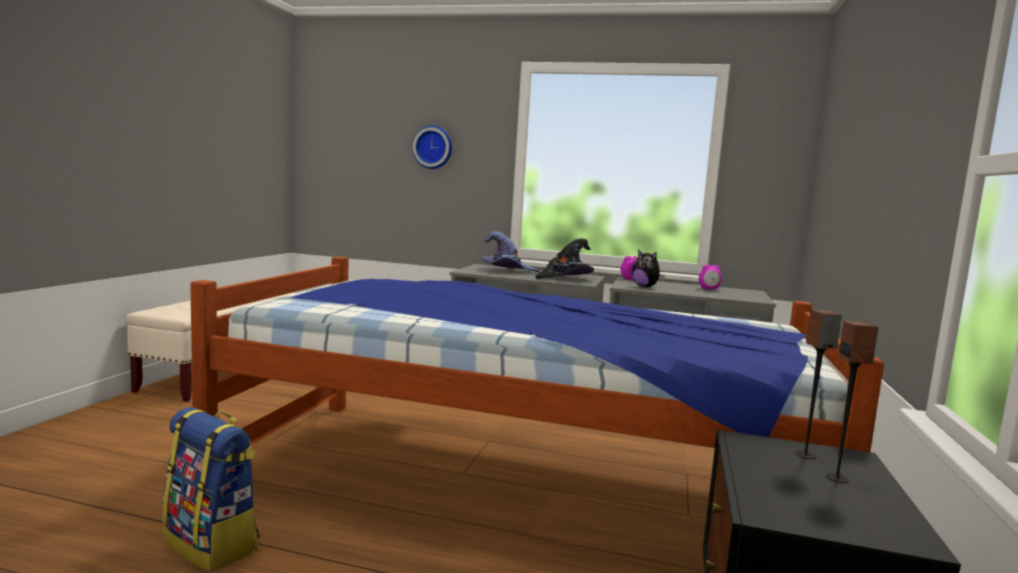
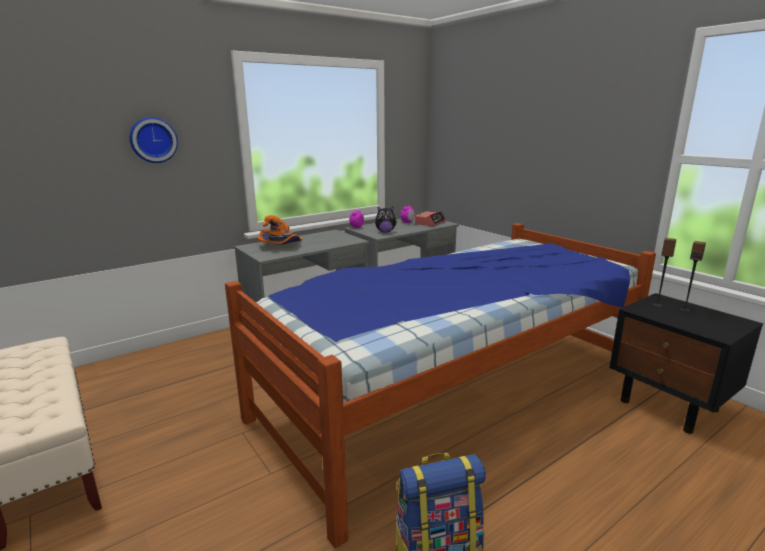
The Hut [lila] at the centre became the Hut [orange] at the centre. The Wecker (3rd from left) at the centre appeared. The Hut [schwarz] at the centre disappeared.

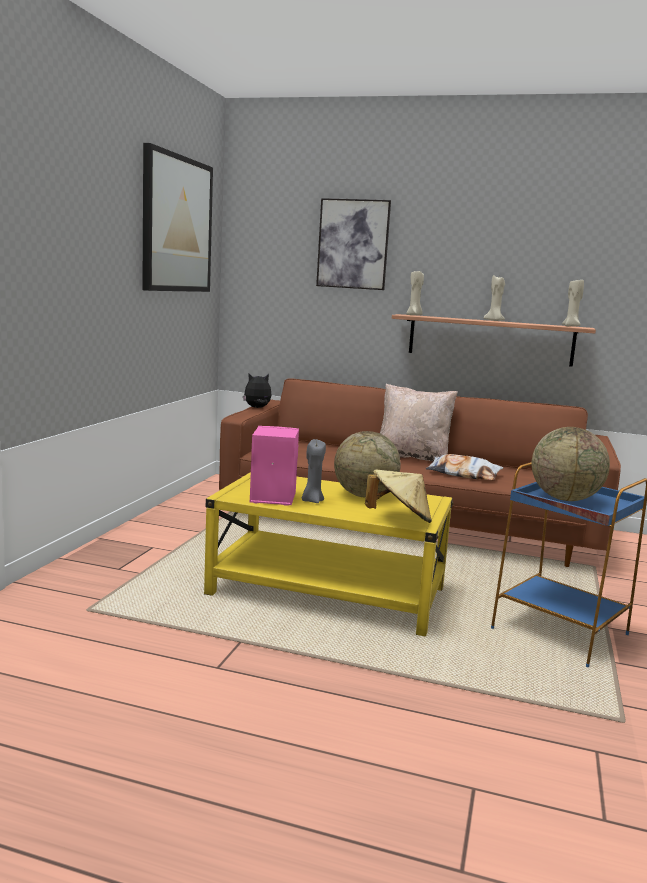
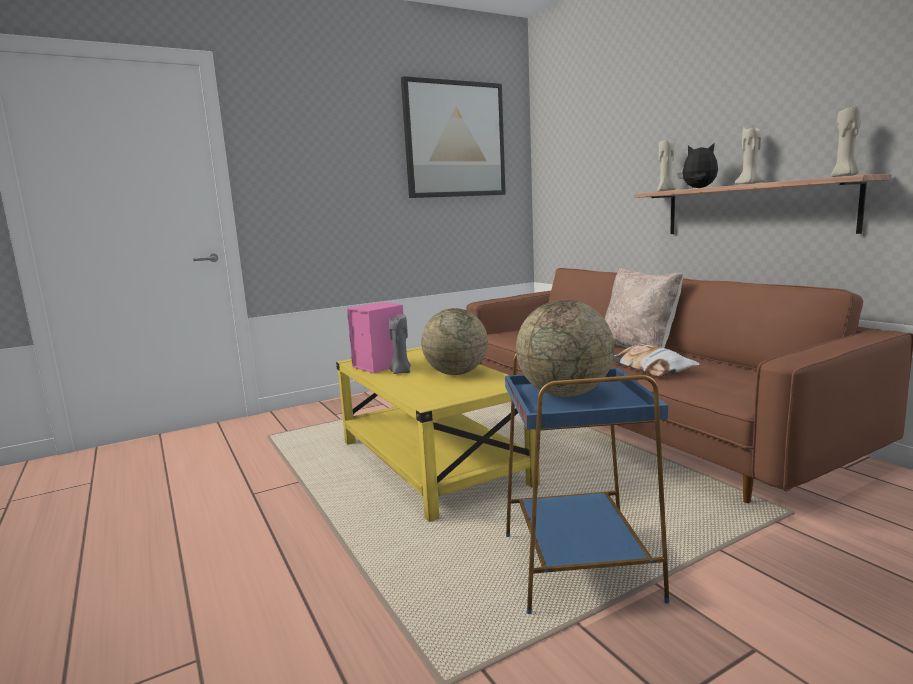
The Plüschtier moved from the centre to the top right. The Bild (2nd from left) at the top centre disappeared. The Hut [beige] at the centre disappeared.

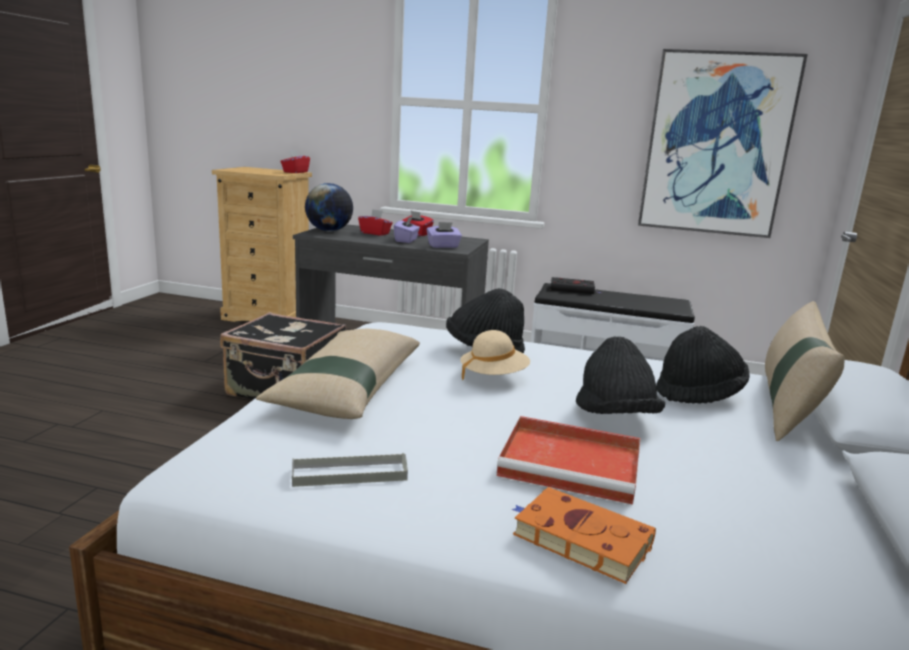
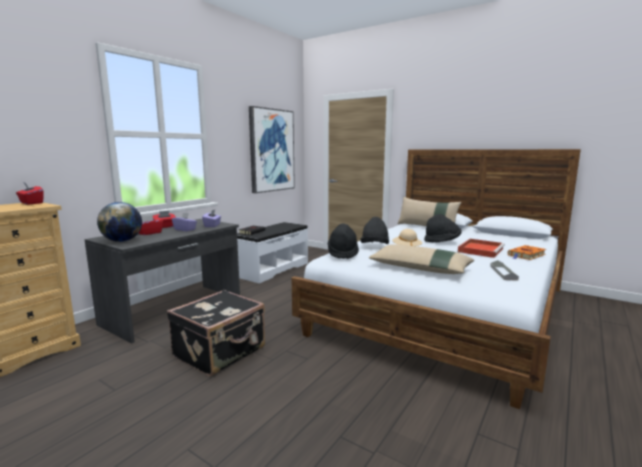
The Hut [schwarz] (3rd from left in the first image) moved from the middle right to the centre.

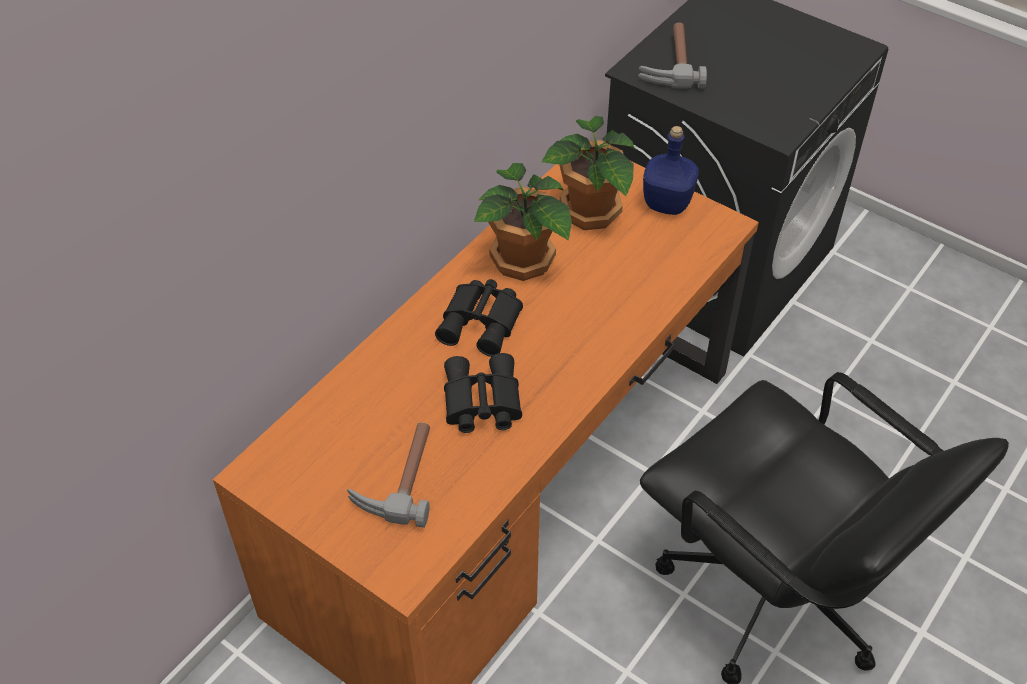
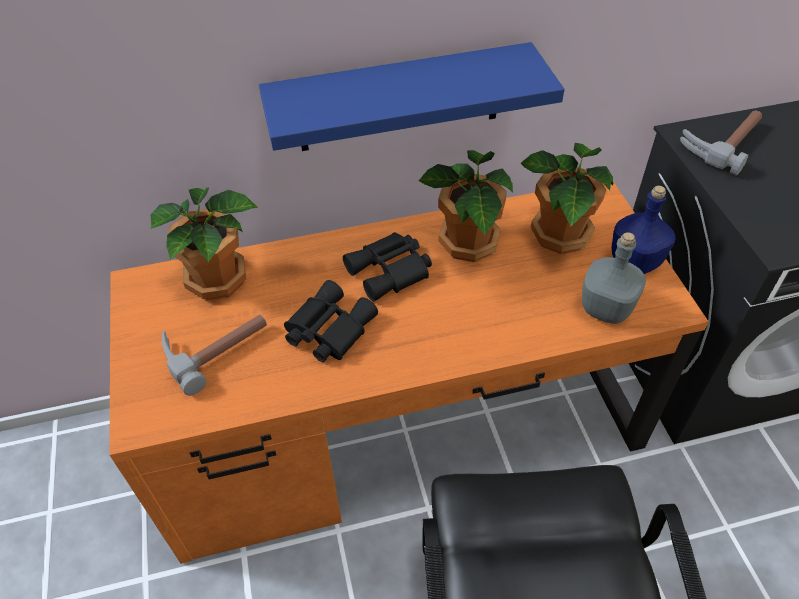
The Topfpflanze (1st from left) at the middle left appeared. The Wandregal [blau] at the top centre appeared. The Flasche [grau] at the middle right appeared.

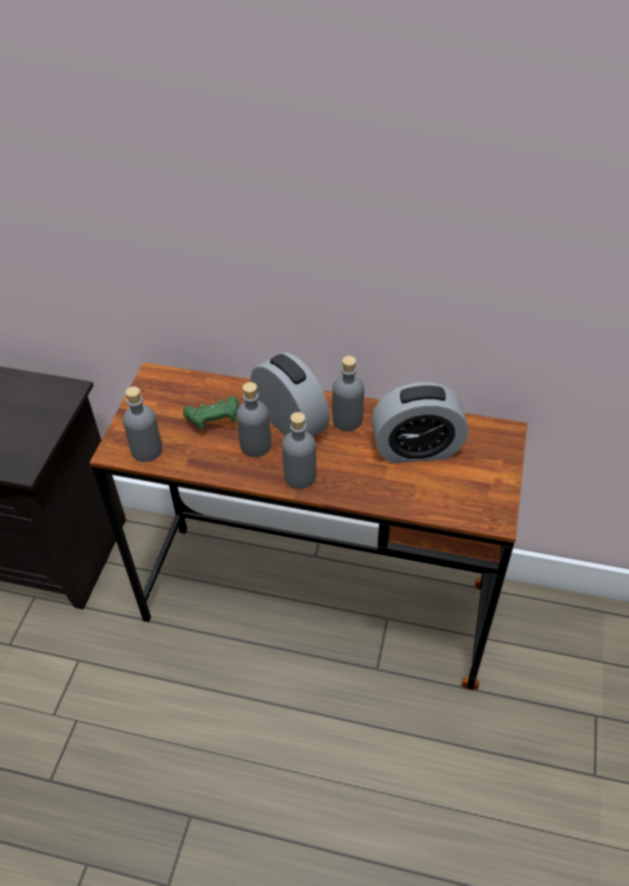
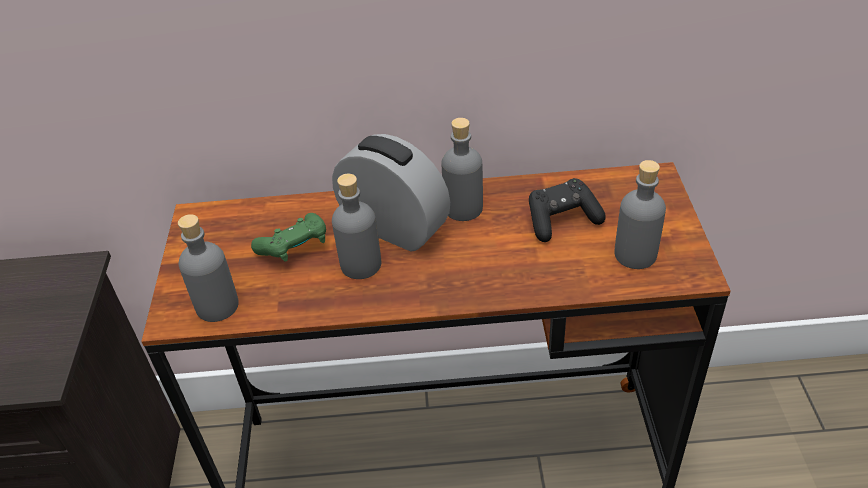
The Wecker (2nd from left) at the middle right was replaced by the Gamepad [schwarz] at the centre. The Flasche [grau] (3rd from left in the first image) moved from the centre to the middle right.

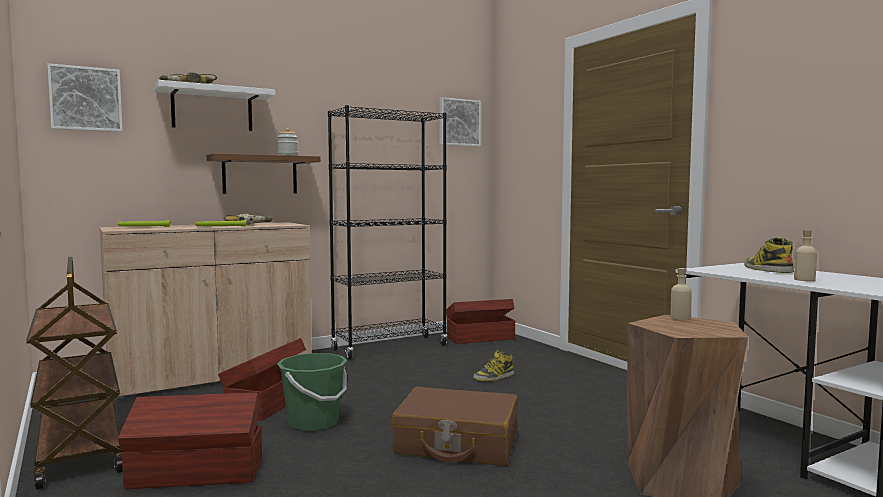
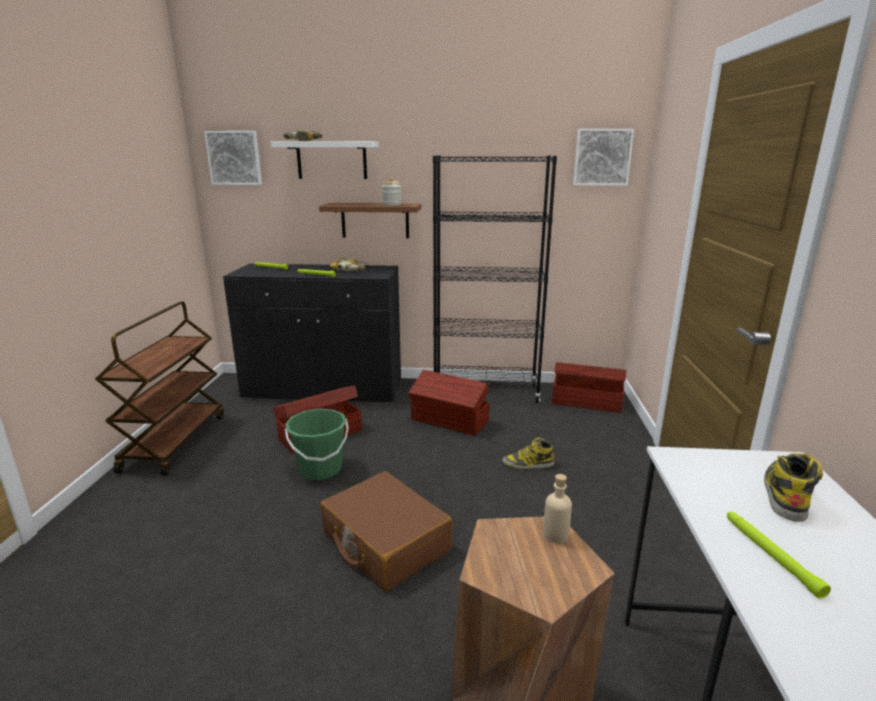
The Schrank [beige] at the middle left became the Schrank [schwarz] at the centre. The Aufbewahrungsbox [braun] (1st from left in the first image) moved from the bottom left to the centre. The Flasche [beige] (2nd from left) at the middle right was replaced by the Taschenlampe [grün] (3rd from left) at the bottom right.

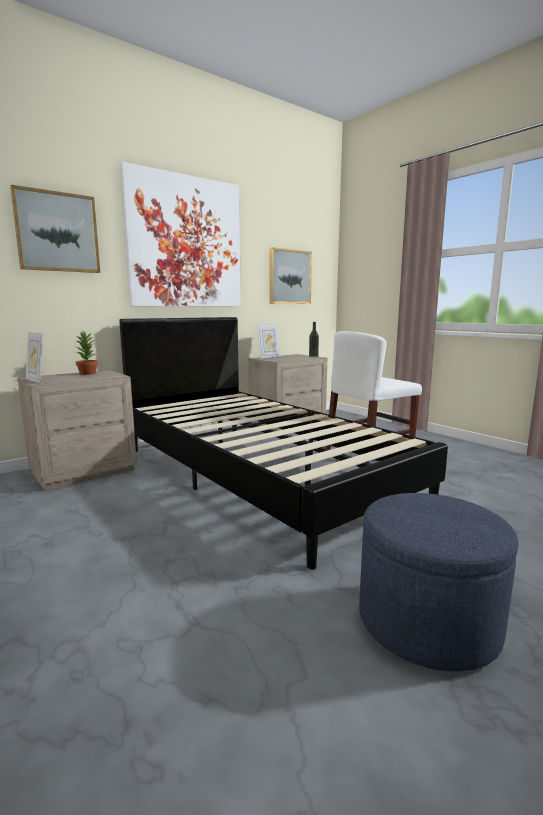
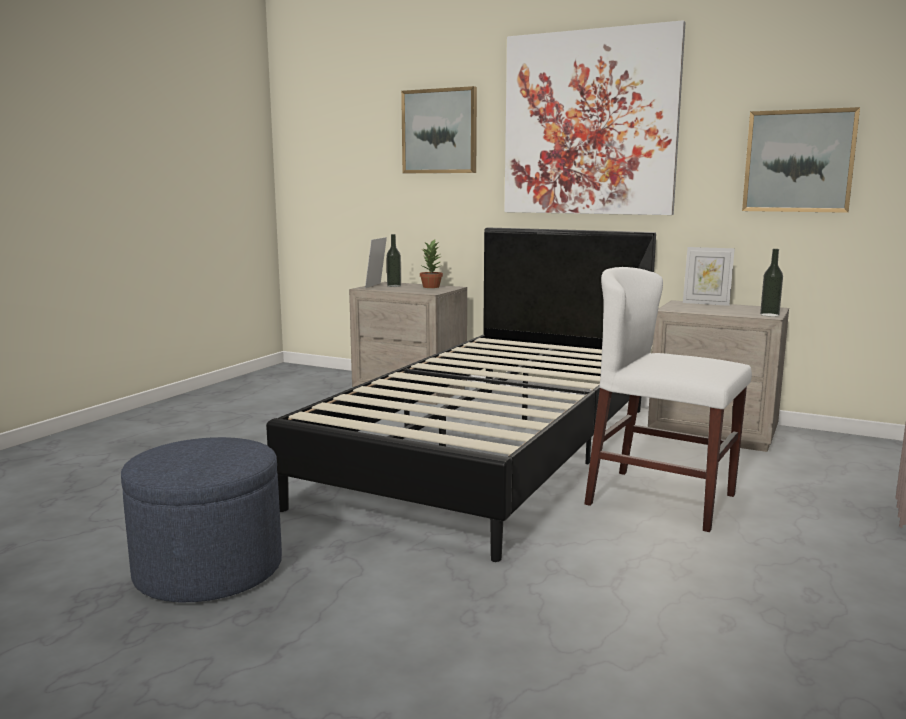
The Flasche (1st from left) at the centre appeared.

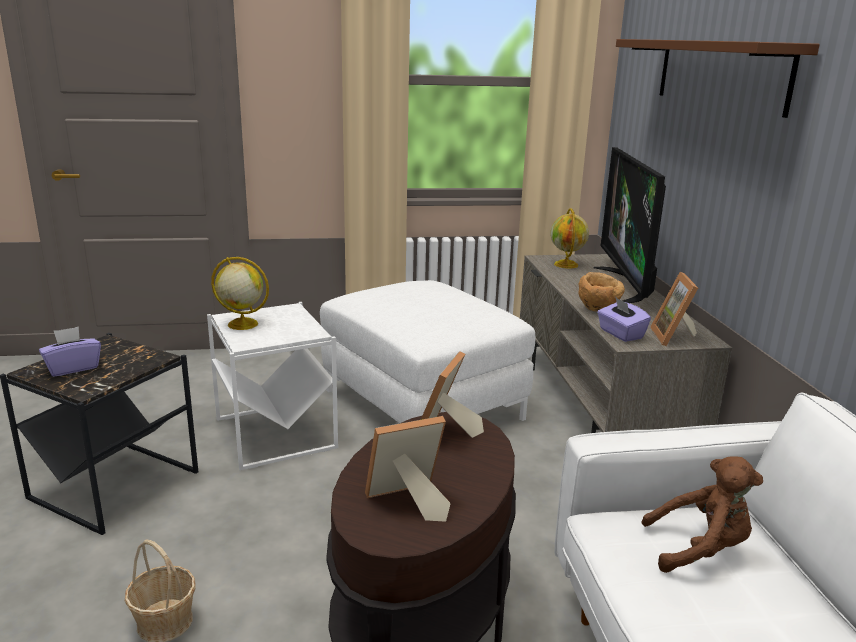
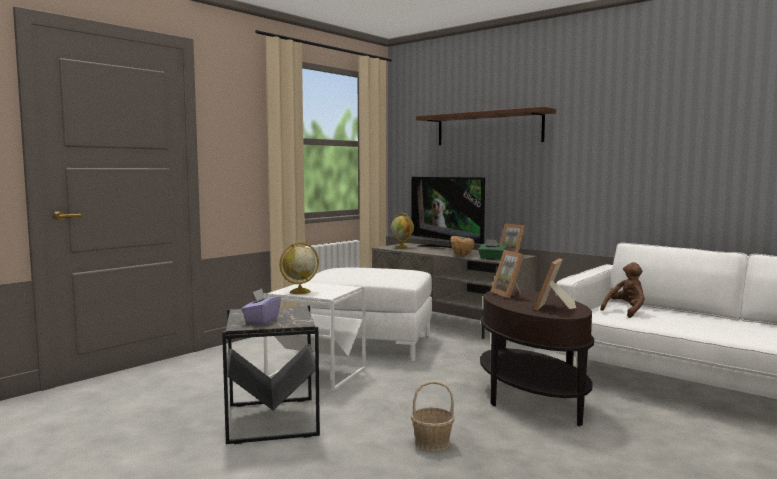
The Taschentuchbox [lila] (2nd from left) at the middle right became the Taschentuchbox [grün] at the centre.

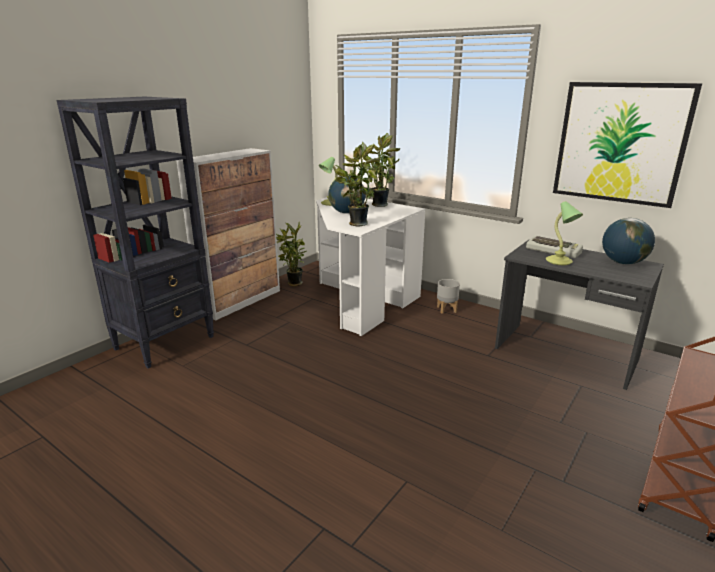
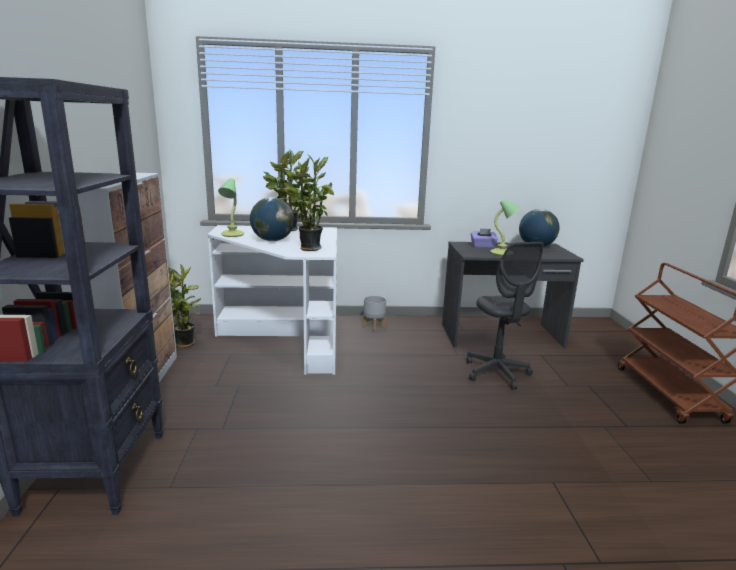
The Bürostuhl [grau] at the middle right appeared. The Tastatur at the middle right was replaced by the Taschentuchbox [lila] at the centre. The Bild at the top right disappeared.

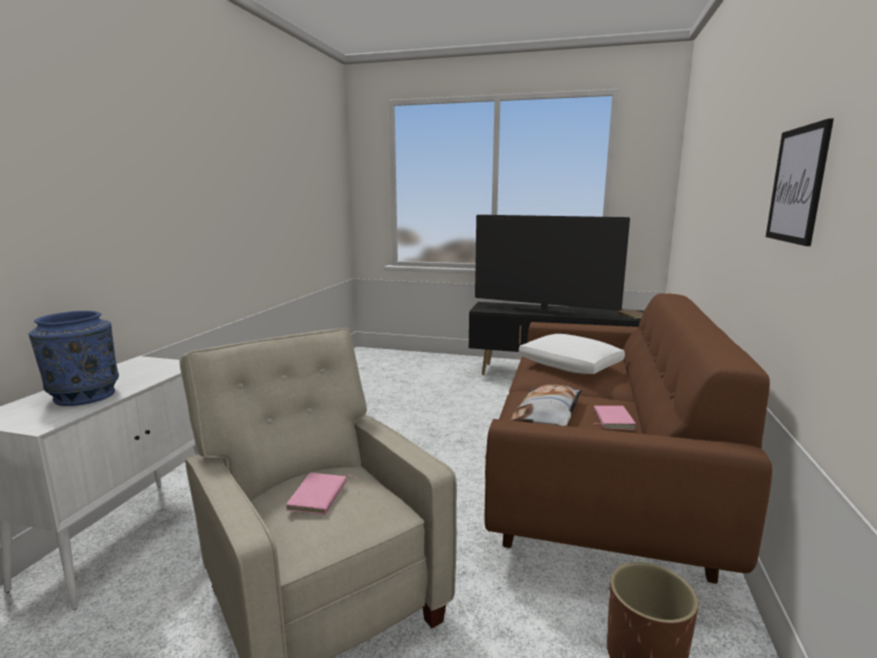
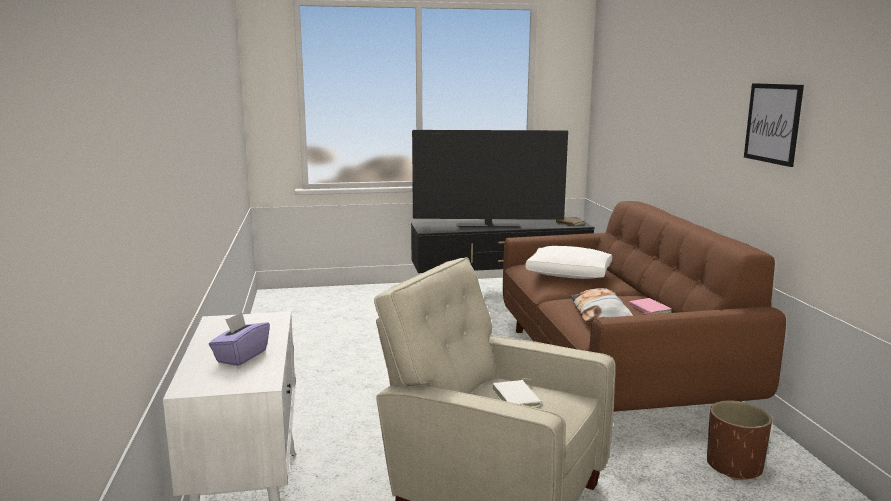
The Vase [blau] at the middle left was replaced by the Taschentuchbox [lila] at the bottom left. The Buch [rosa] (1st from left) at the bottom centre became the Buch [weiß] at the bottom centre.

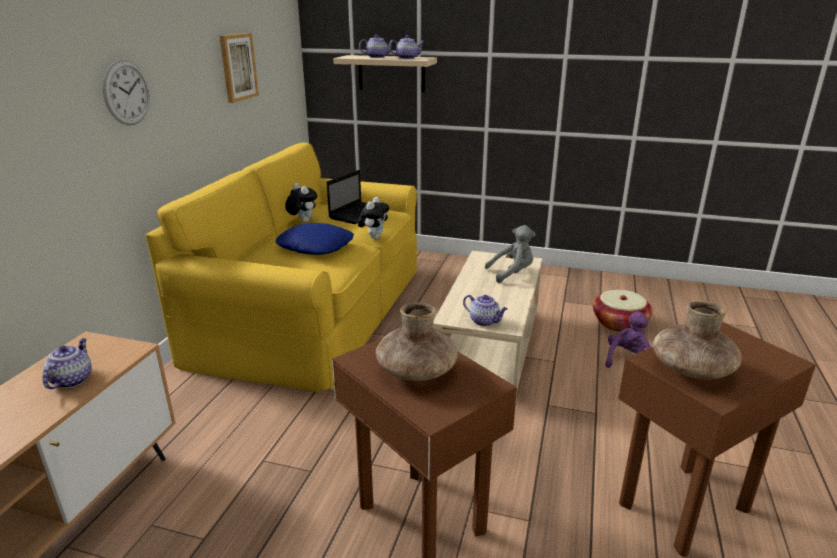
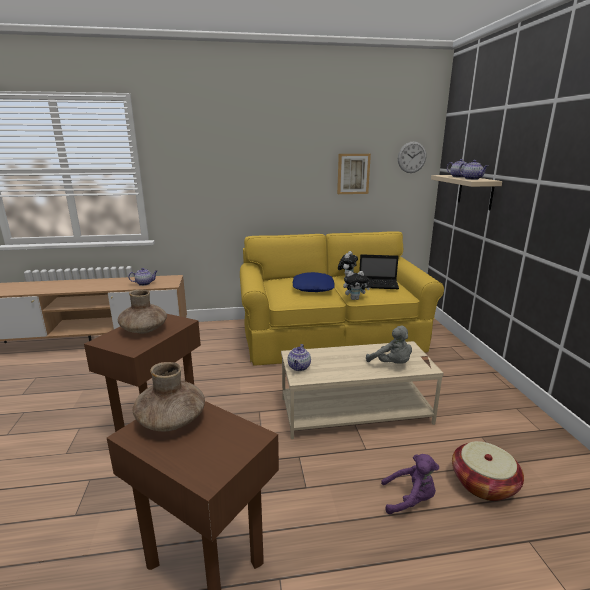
The Wanduhr moved from the top left to the top right.

